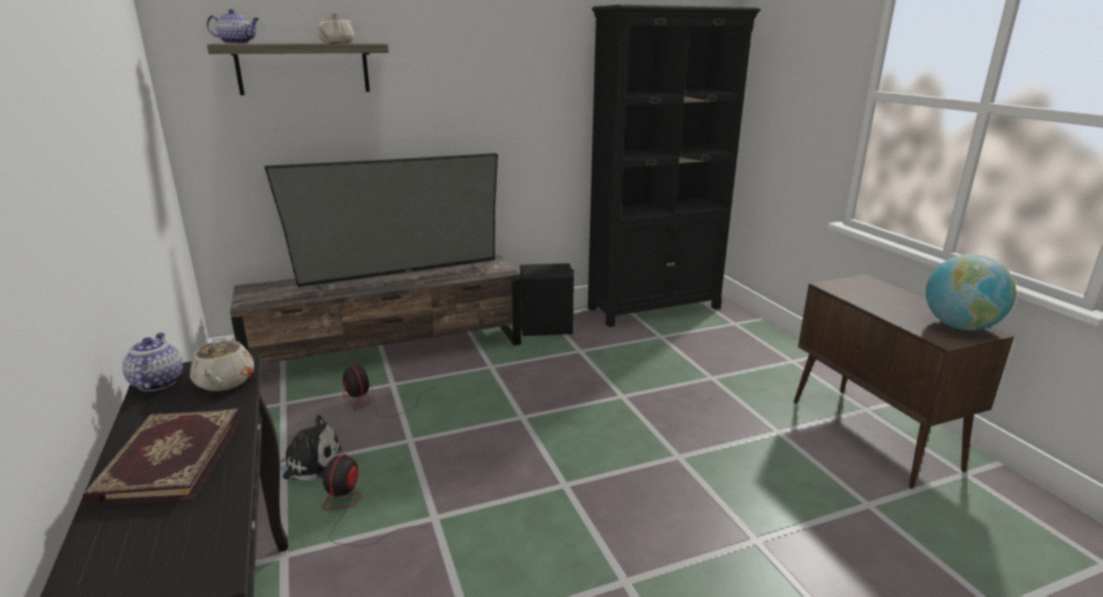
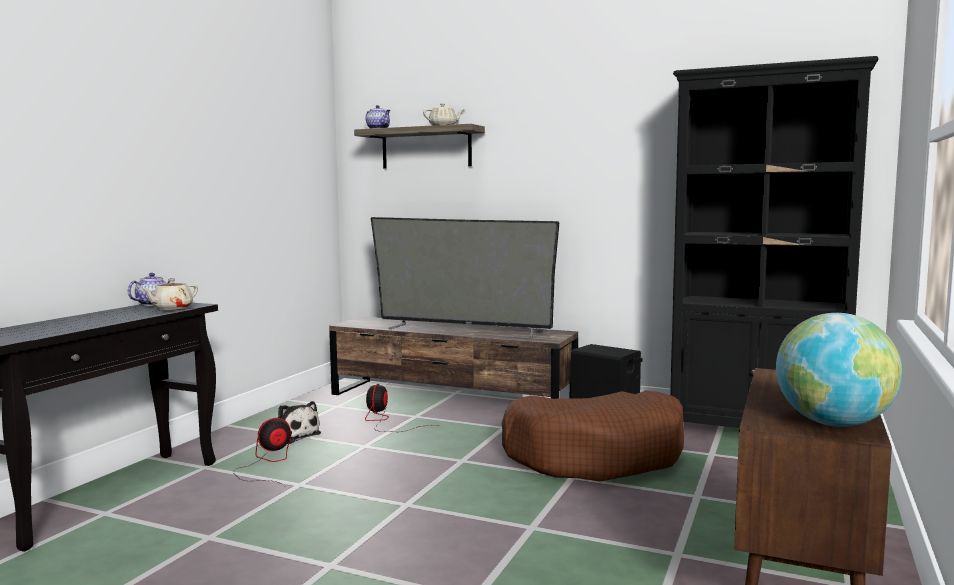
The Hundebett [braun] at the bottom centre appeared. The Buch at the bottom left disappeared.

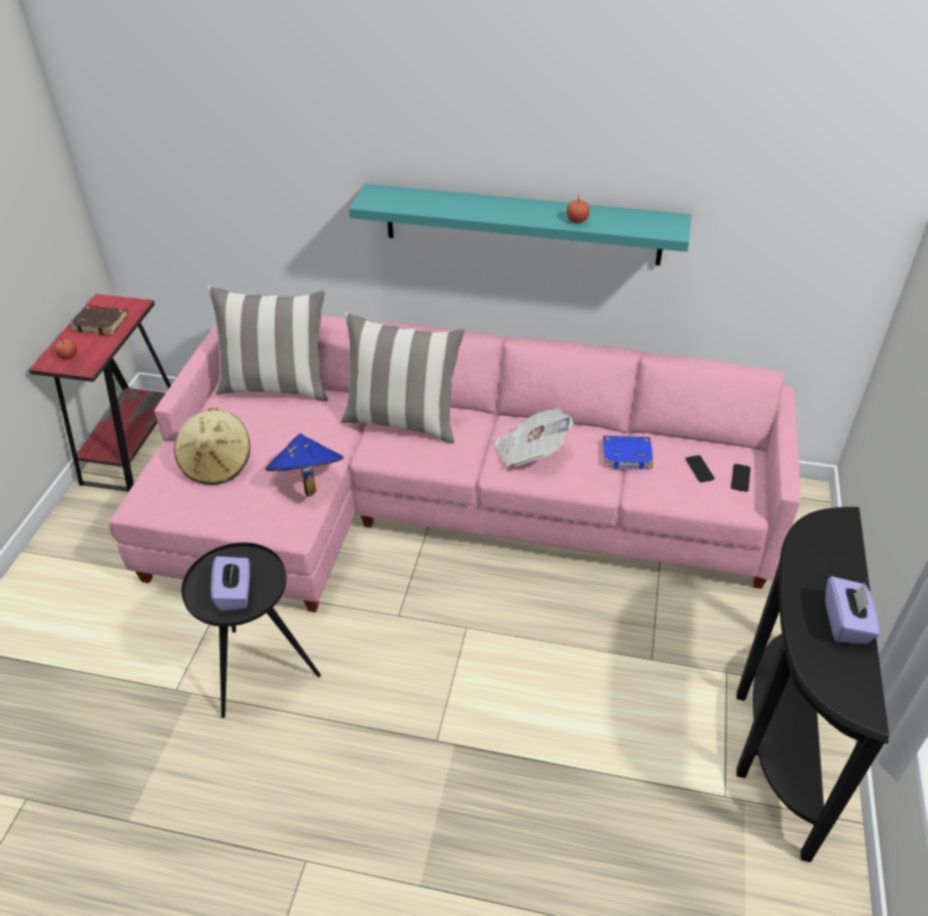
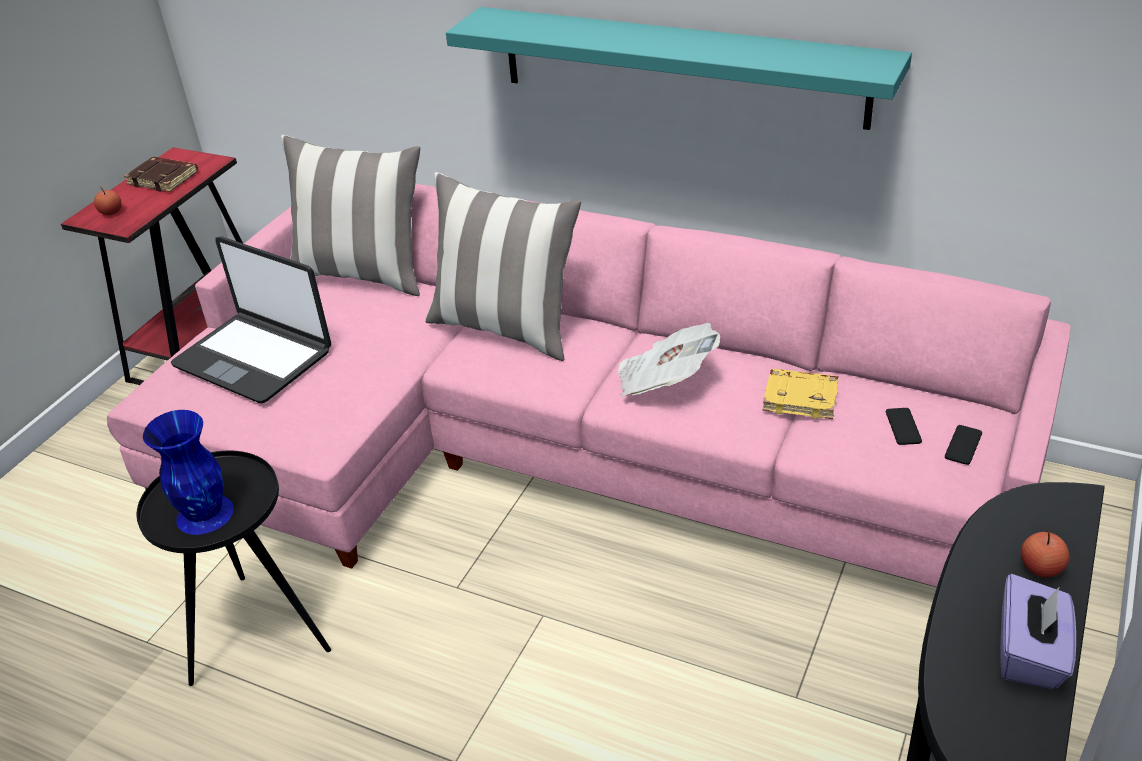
The Taschentuchbox [lila] (1st from left) at the middle left was replaced by the Vase [blau] at the middle left. The Hut [beige] at the middle left was replaced by the Laptop at the middle left. The Buch [blau] at the middle right became the Buch [gelb] at the middle right. The Apfel (2nd from left) moved from the top centre to the bottom right. The Hut [blau] at the middle left disappeared.

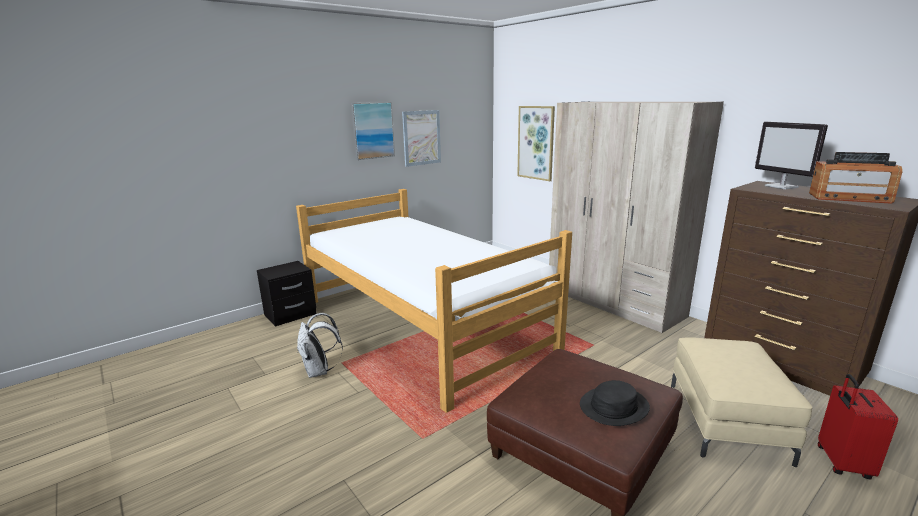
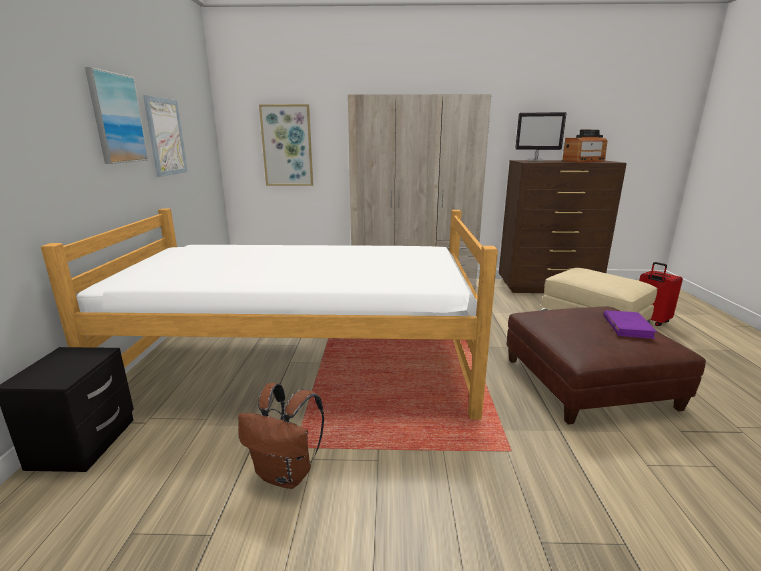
The Rucksack [weiß] at the bottom centre became the Rucksack [braun] at the bottom centre. The Hut [schwarz] at the bottom right was replaced by the Buch [lila] at the middle right.

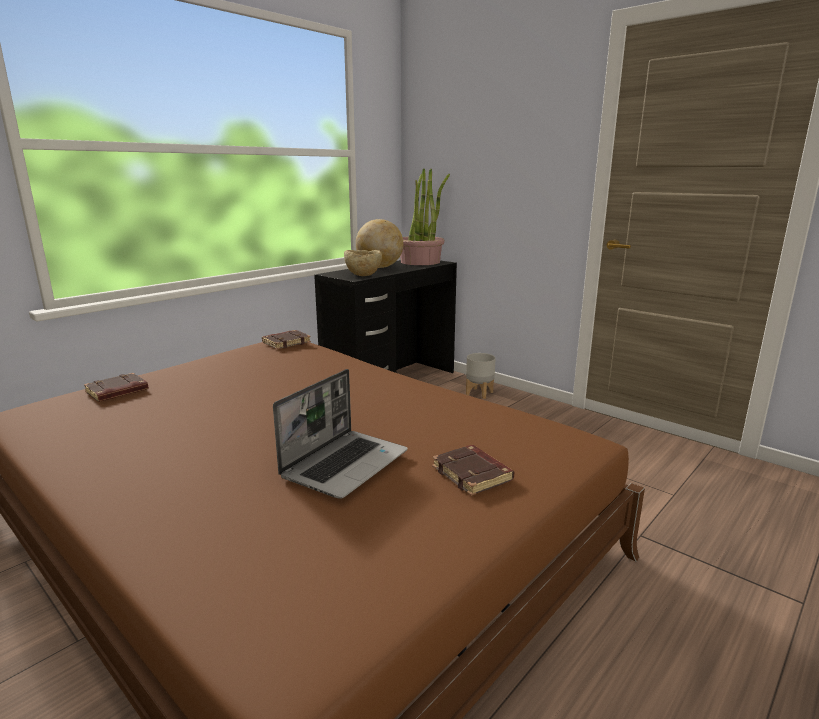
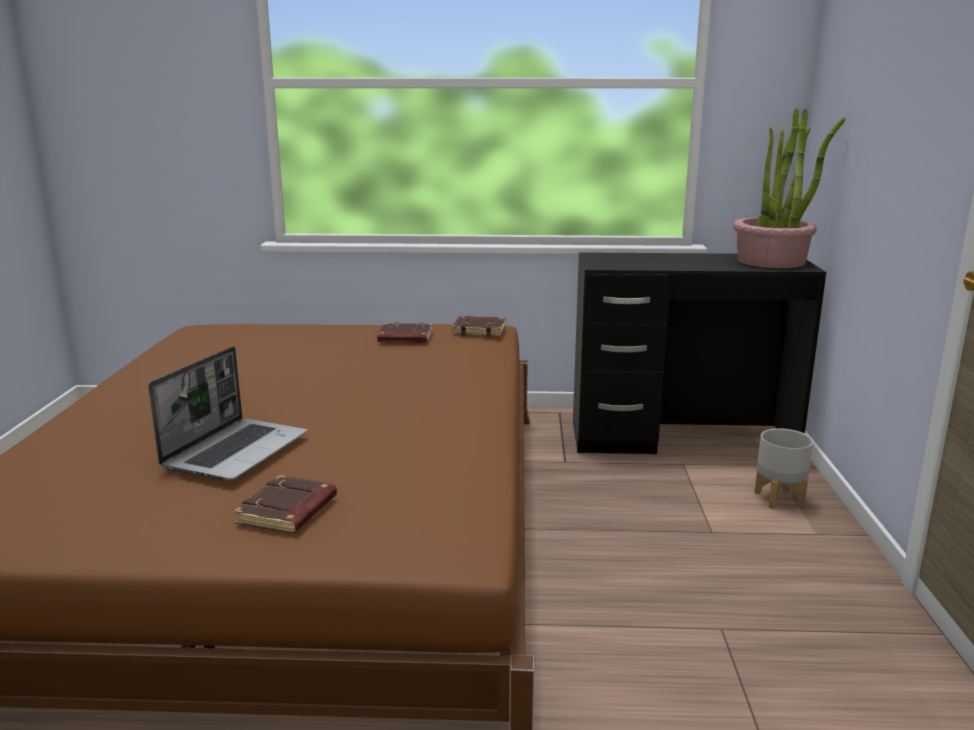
The Laptop at the centre turned 60 degrees counterclockwise. The Buch [braun] (1st from left in the first image) moved from the middle left to the centre. The Schüssel [beige] at the centre disappeared. The Globus at the centre disappeared.

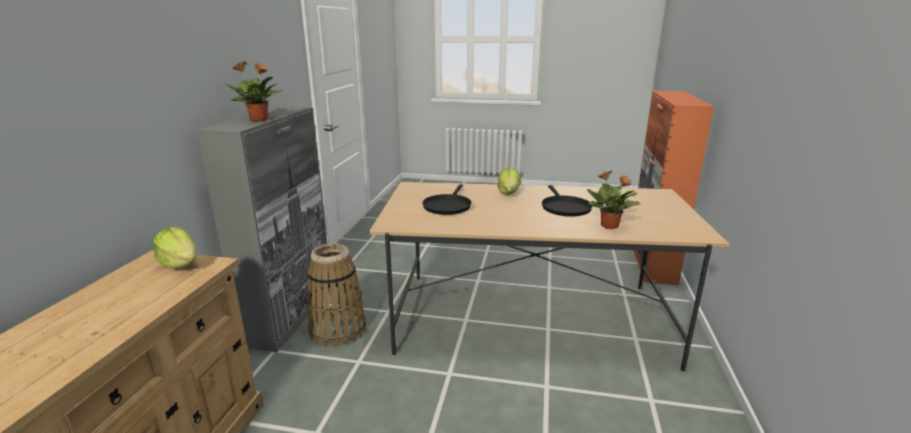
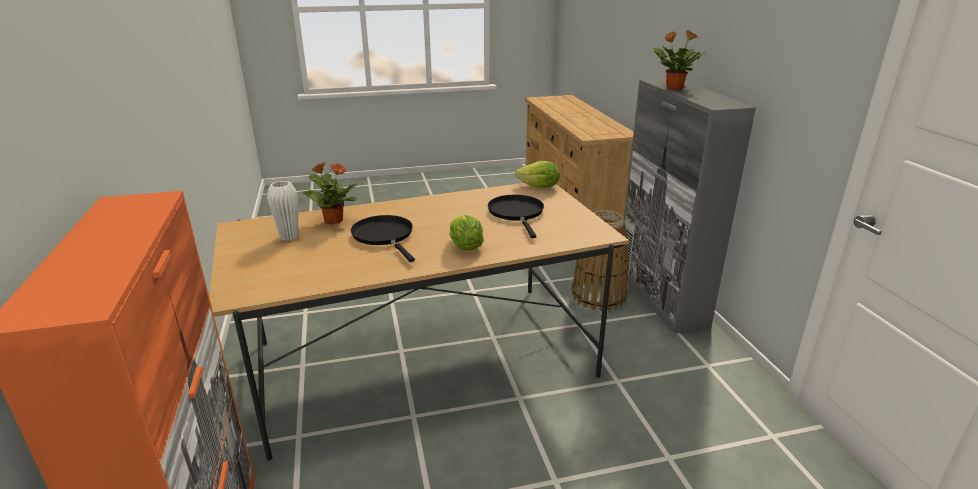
The Vase [weiß] at the middle left appeared. The Salatkopf (1st from left in the first image) moved from the middle left to the centre.

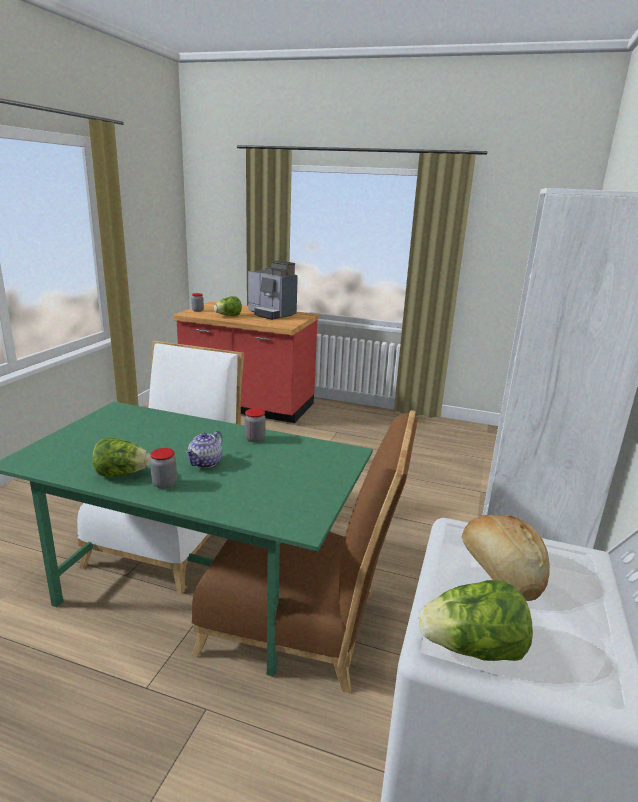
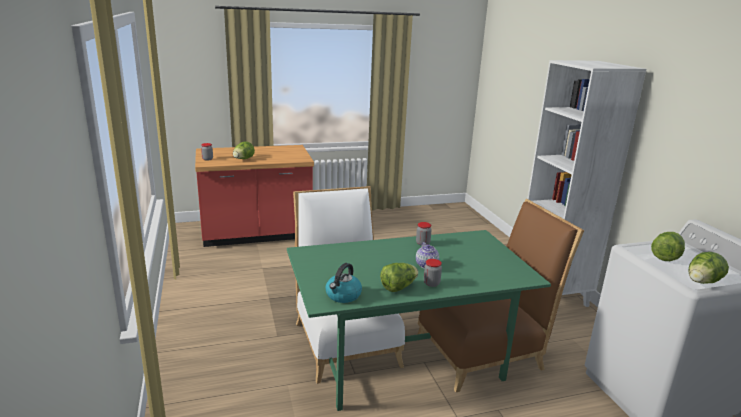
The Wasserkessel at the bottom centre appeared. The Brot at the bottom right was replaced by the Salatkopf (3rd from left) at the middle right. The Kaffeemaschine at the centre disappeared.

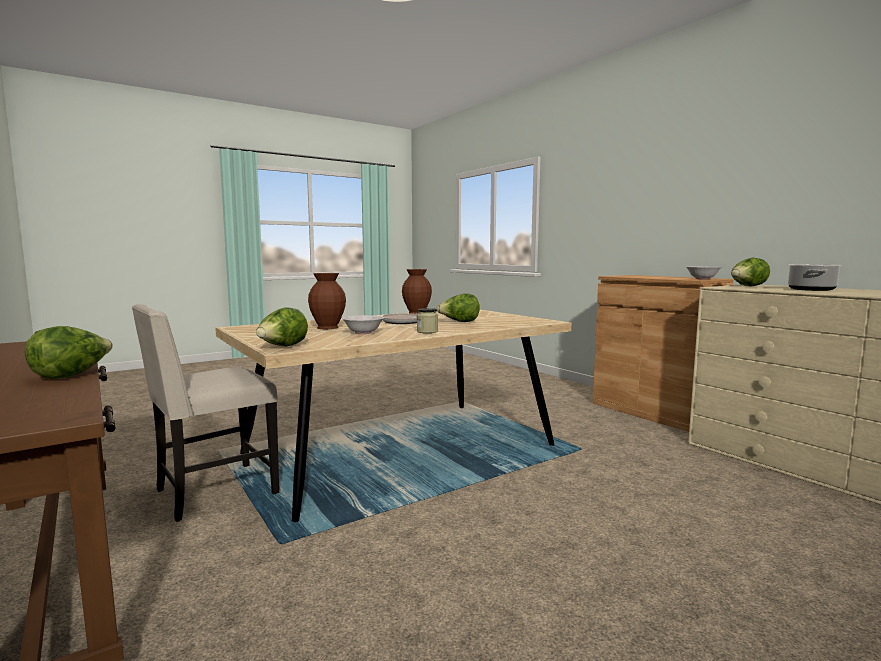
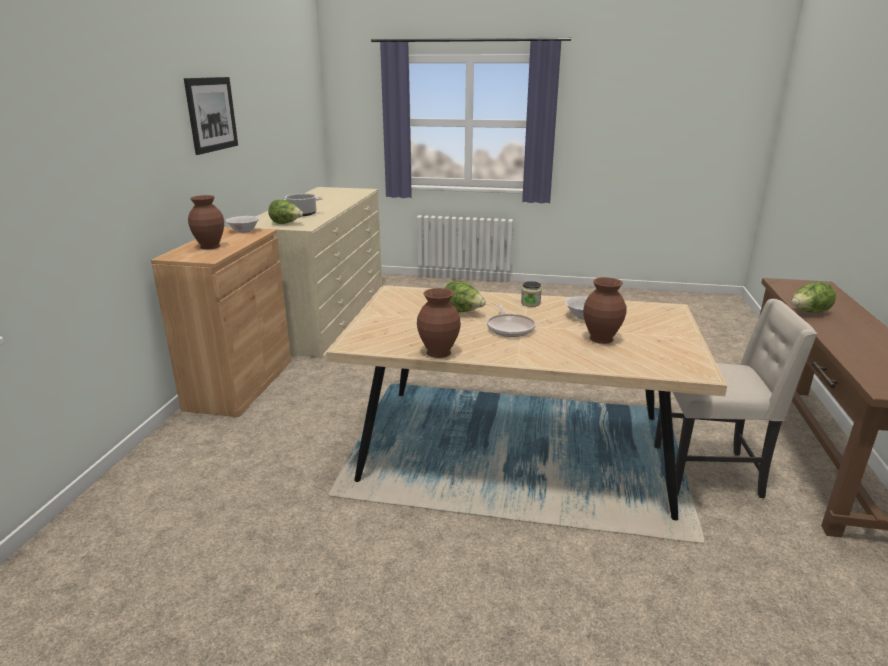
The Bild at the top left appeared. The Vase [braun] (1st from left) at the middle left appeared. The Salatkopf (2nd from left) at the middle left disappeared.

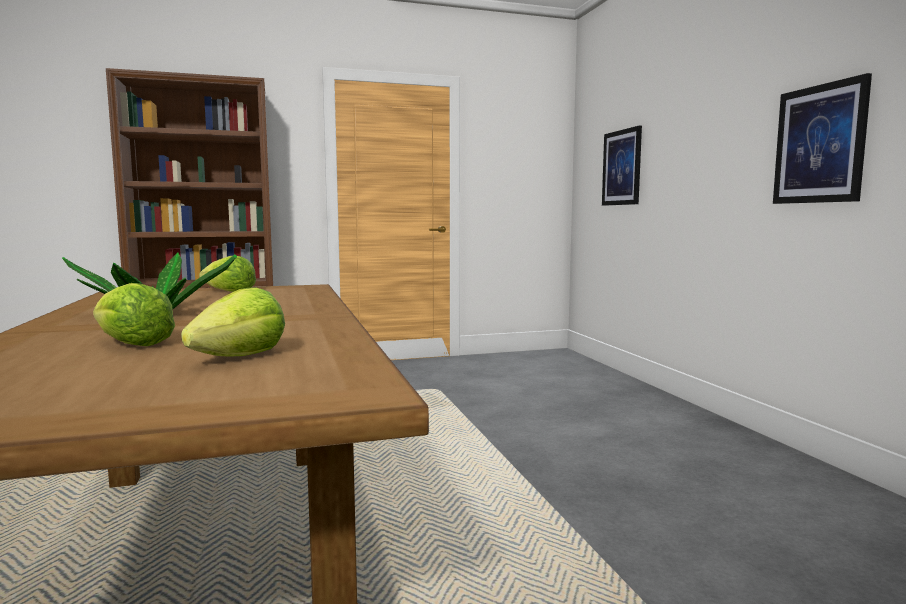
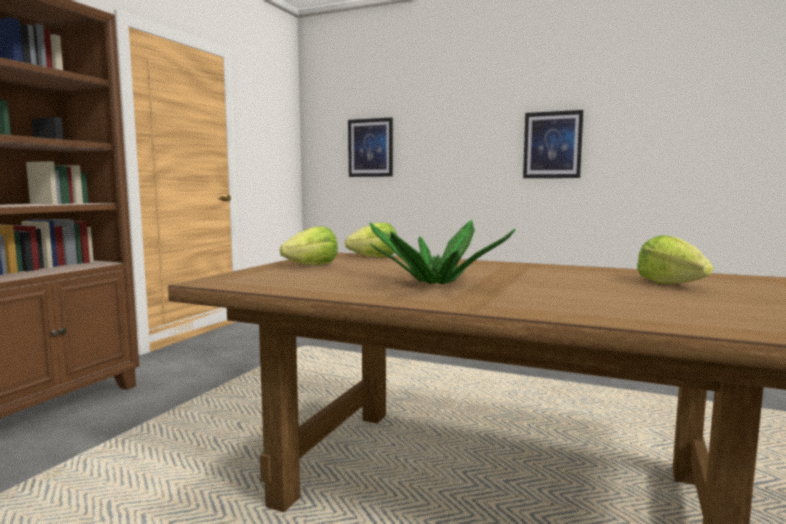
The Salatkopf (1st from left in the first image) moved from the middle left to the centre.

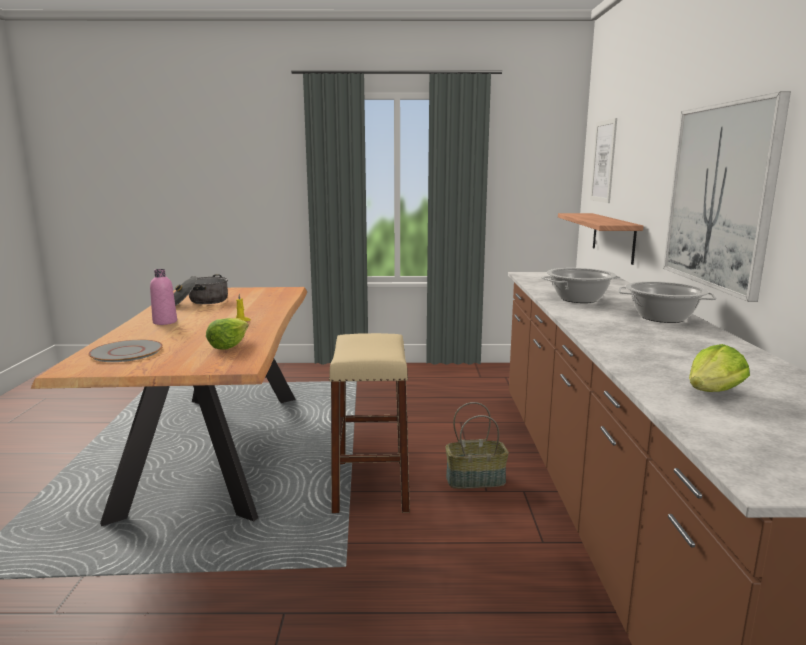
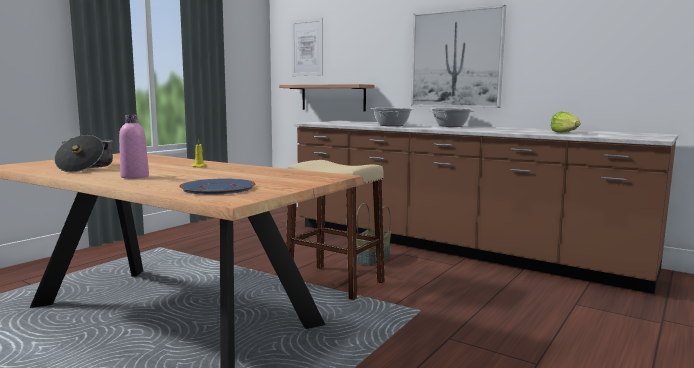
The Teller [grau] at the middle left became the Teller [blau] at the middle left. The Salatkopf (1st from left) at the middle left disappeared.

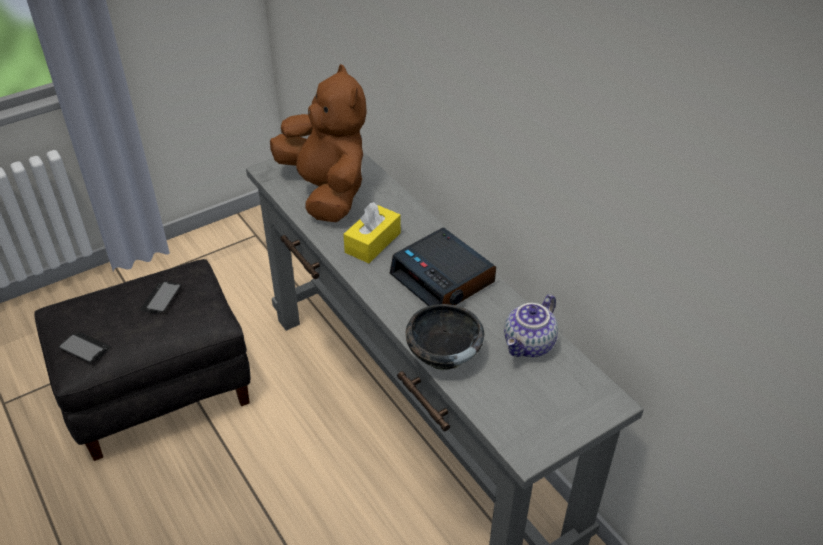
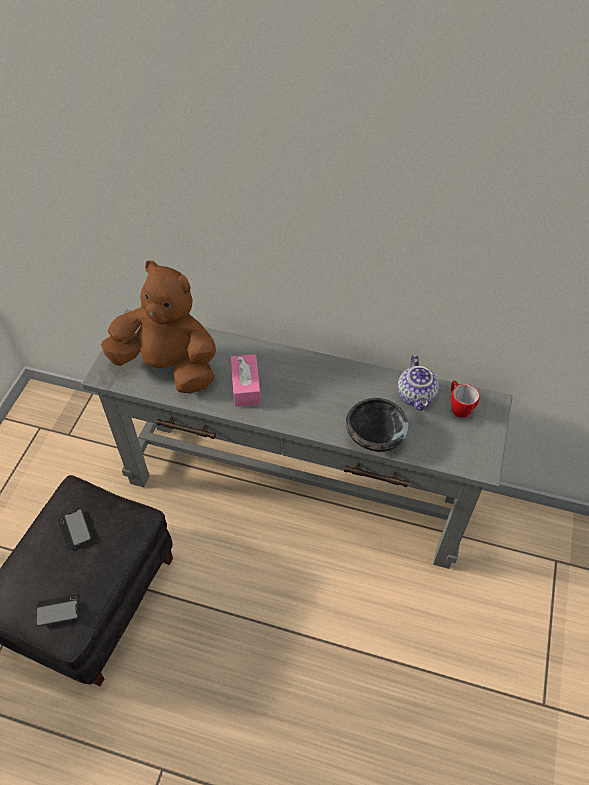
The Taschentuchbox [gelb] at the centre became the Taschentuchbox [rosa] at the centre. The Henkelbecher at the middle right appeared. The Wecker at the centre disappeared.

